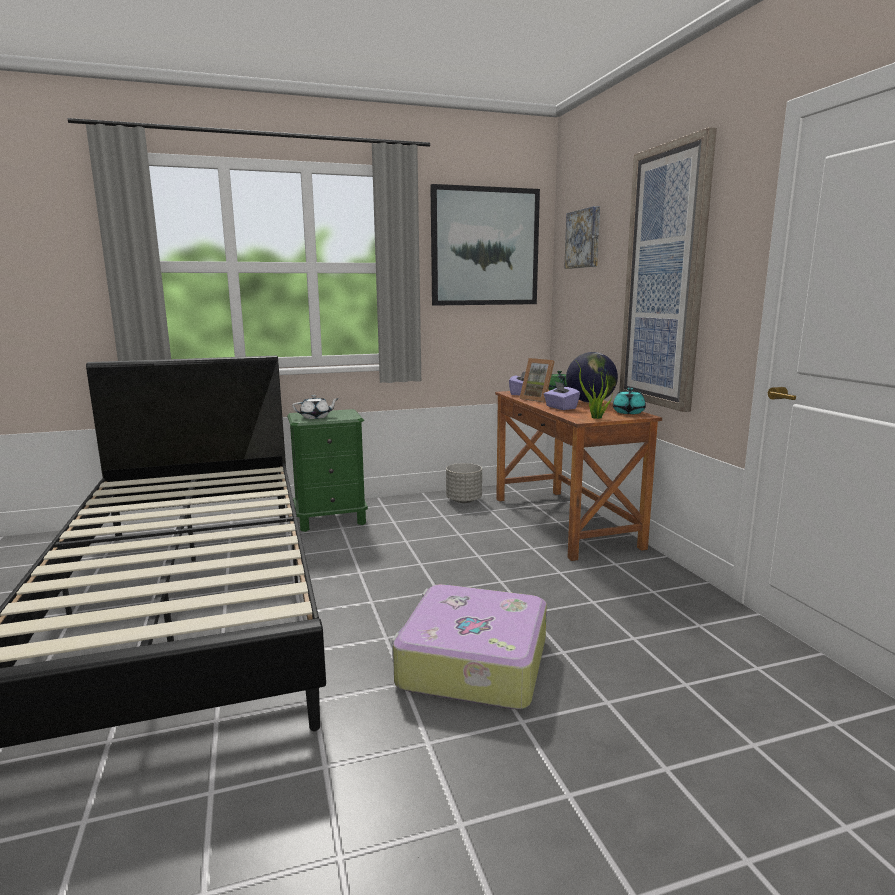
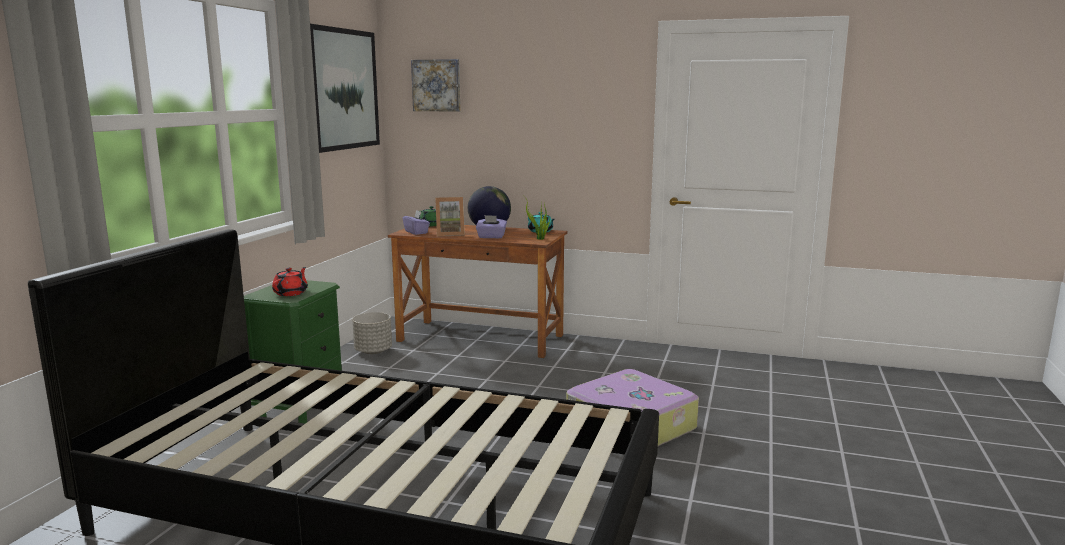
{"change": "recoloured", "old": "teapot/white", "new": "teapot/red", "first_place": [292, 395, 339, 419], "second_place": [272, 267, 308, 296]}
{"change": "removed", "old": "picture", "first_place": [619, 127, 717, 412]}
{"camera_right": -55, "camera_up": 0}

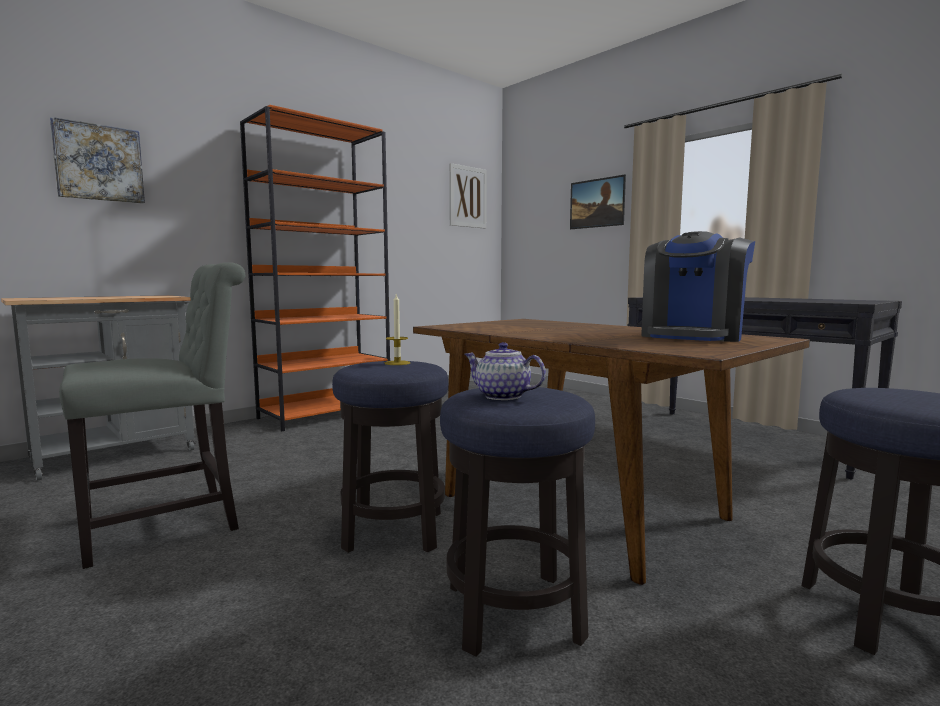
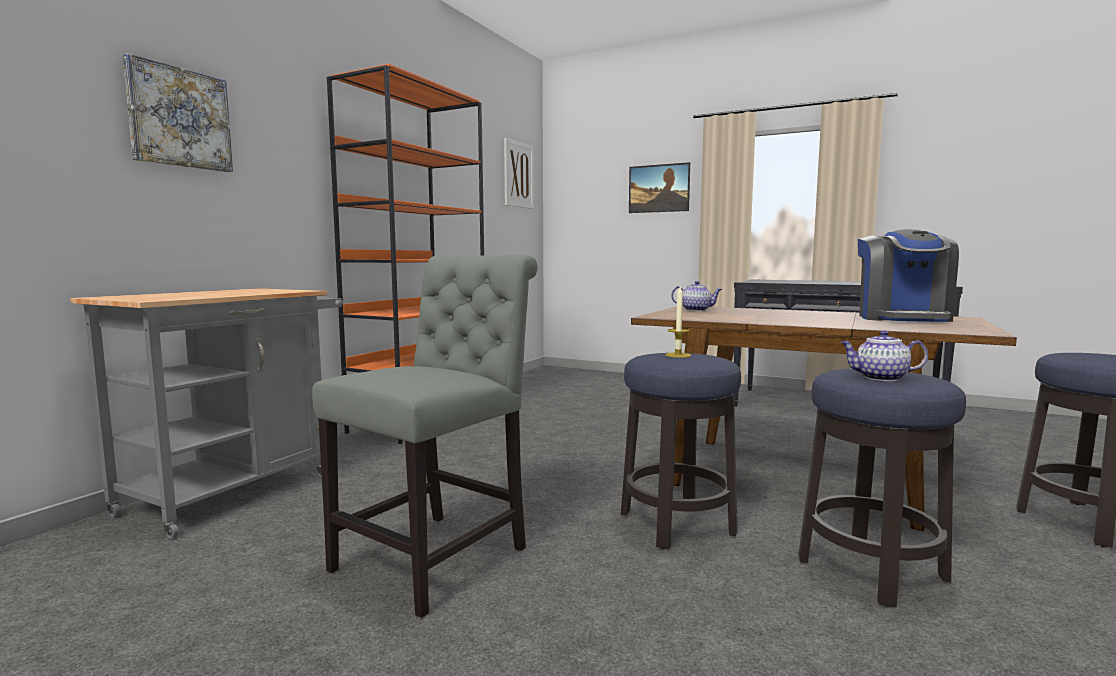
{"change": "added", "new": "teapot", "second_place": [671, 281, 722, 311]}
{"camera_right": -20, "camera_up": 0}

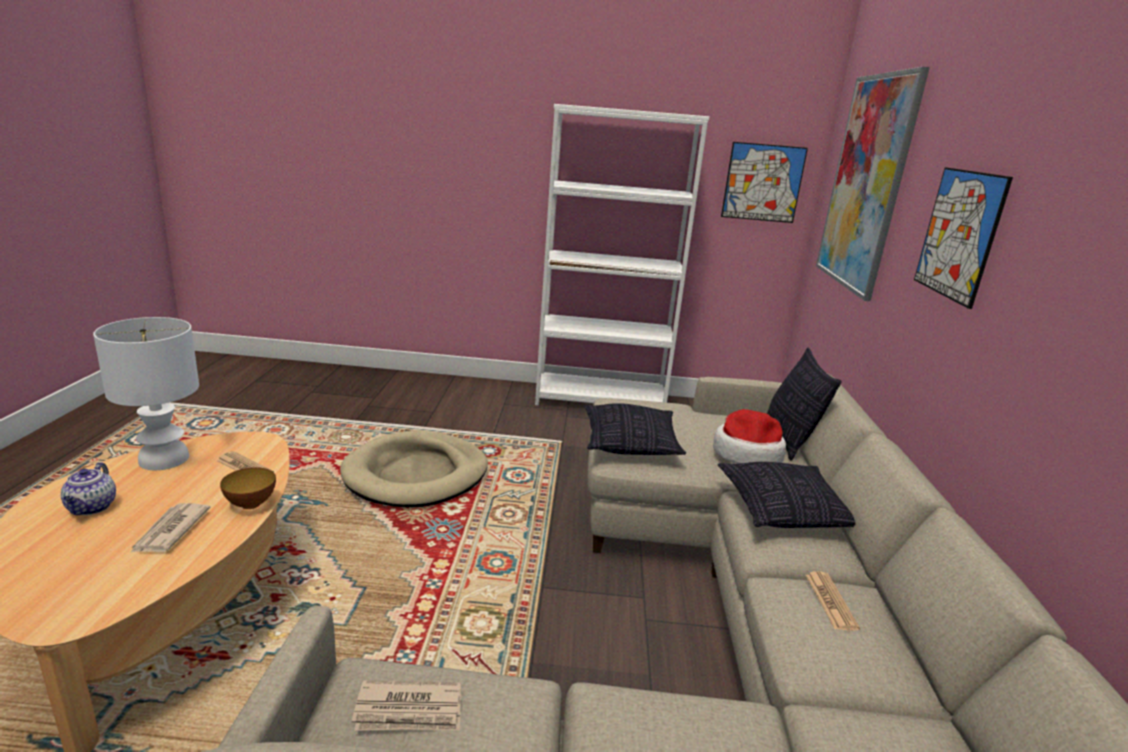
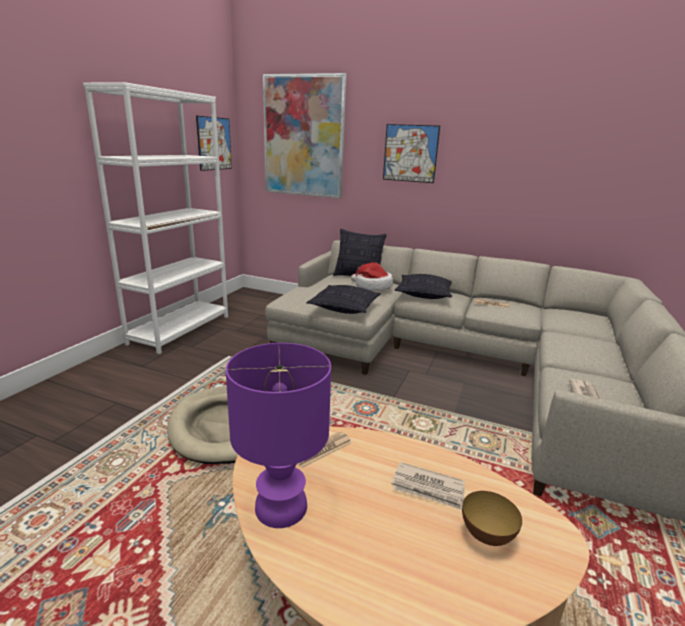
{"change": "recoloured", "old": "table lamp/white", "new": "table lamp/purple", "first_place": [93, 317, 199, 470], "second_place": [226, 343, 331, 528]}
{"change": "moved", "old": "bowl", "first_place": [220, 467, 276, 509], "second_place": [462, 491, 522, 546]}
{"change": "removed", "old": "teapot", "first_place": [61, 462, 116, 515]}
{"camera_right": -70, "camera_up": 0}

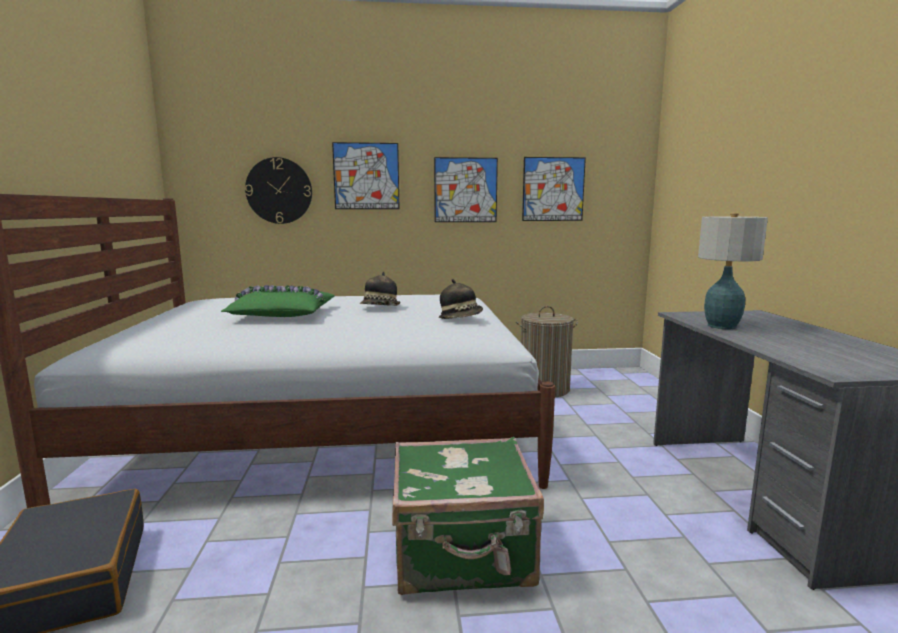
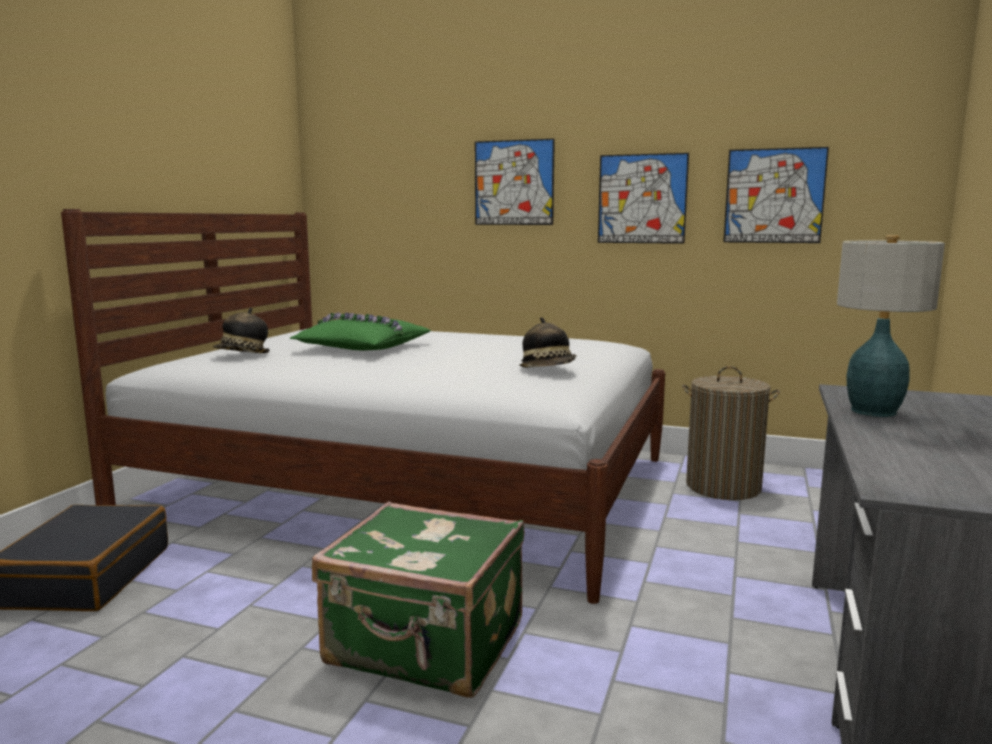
{"change": "moved", "old": "hat", "first_place": [360, 272, 400, 306], "second_place": [213, 308, 270, 353]}
{"change": "removed", "old": "wall clock", "first_place": [245, 157, 312, 224]}
{"camera_right": 25, "camera_up": 0}

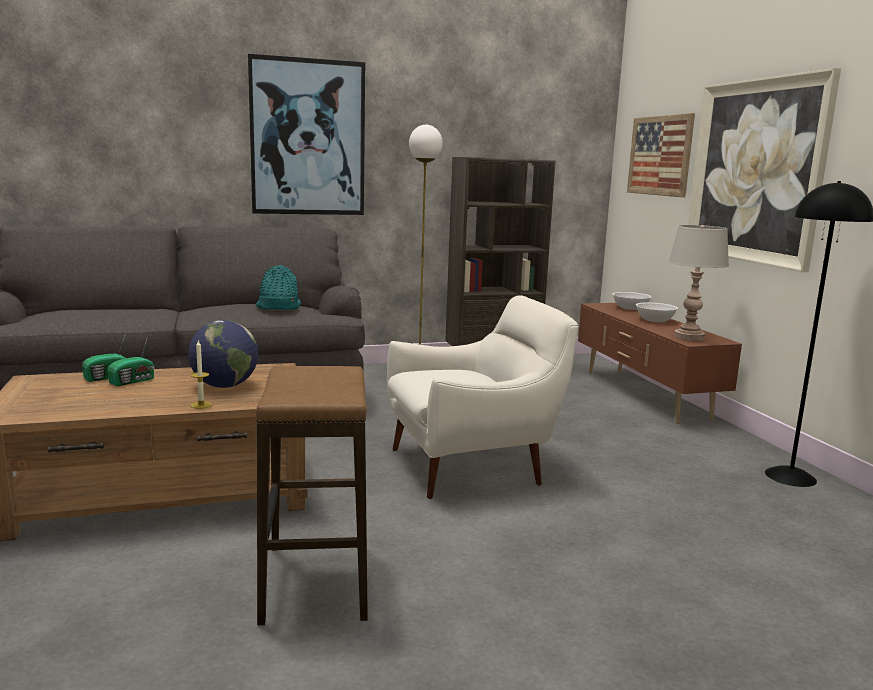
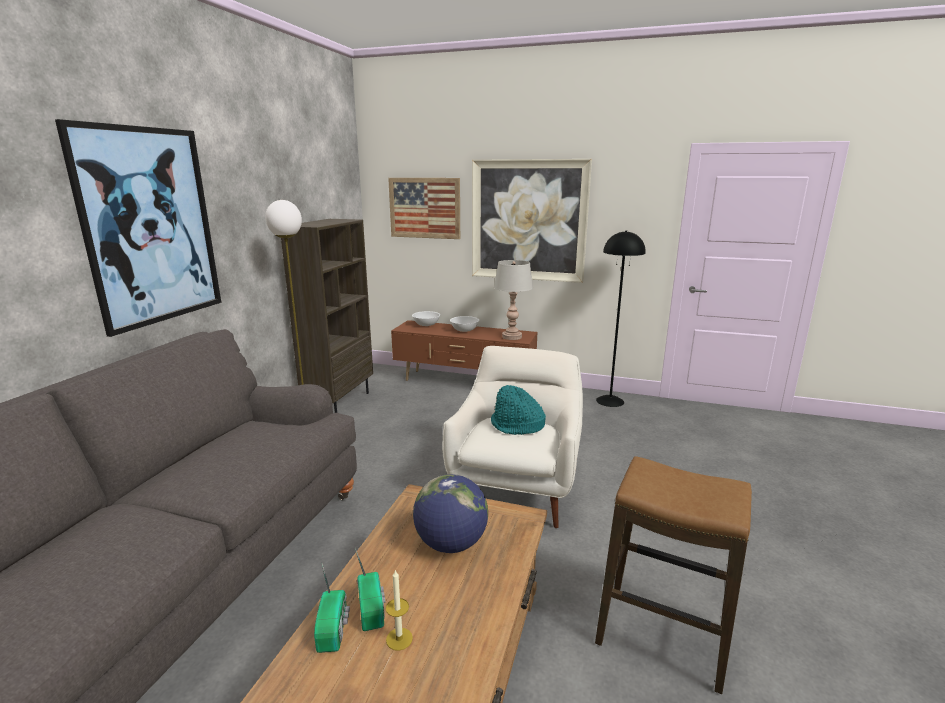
{"change": "moved", "old": "candle", "first_place": [191, 340, 212, 409], "second_place": [386, 570, 413, 651]}
{"change": "moved", "old": "hat/turquoise", "first_place": [256, 265, 301, 310], "second_place": [491, 385, 546, 435]}
{"camera_right": -55, "camera_up": 5}

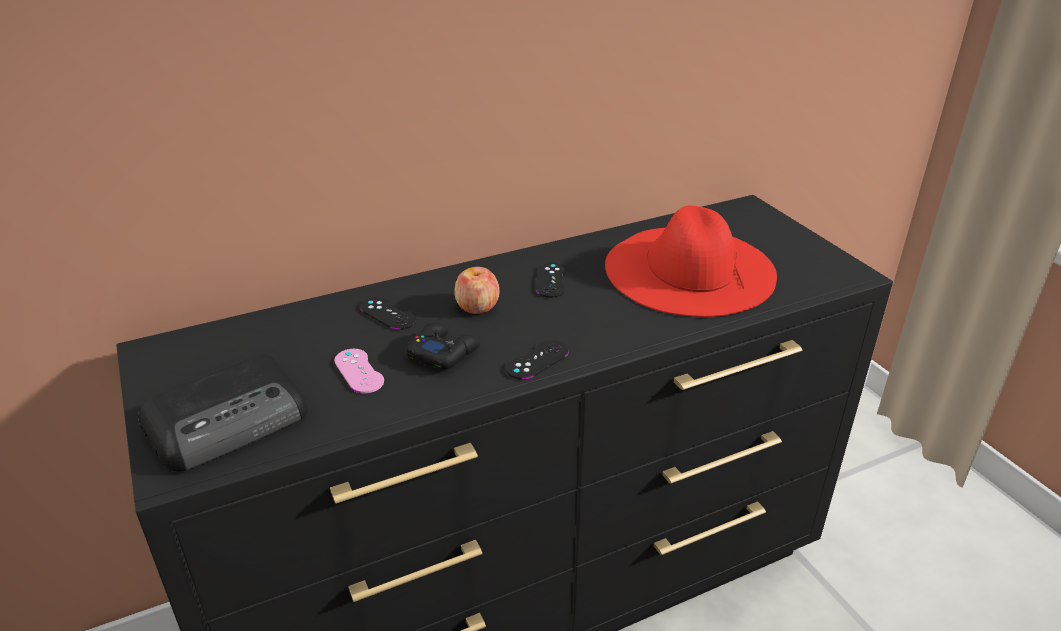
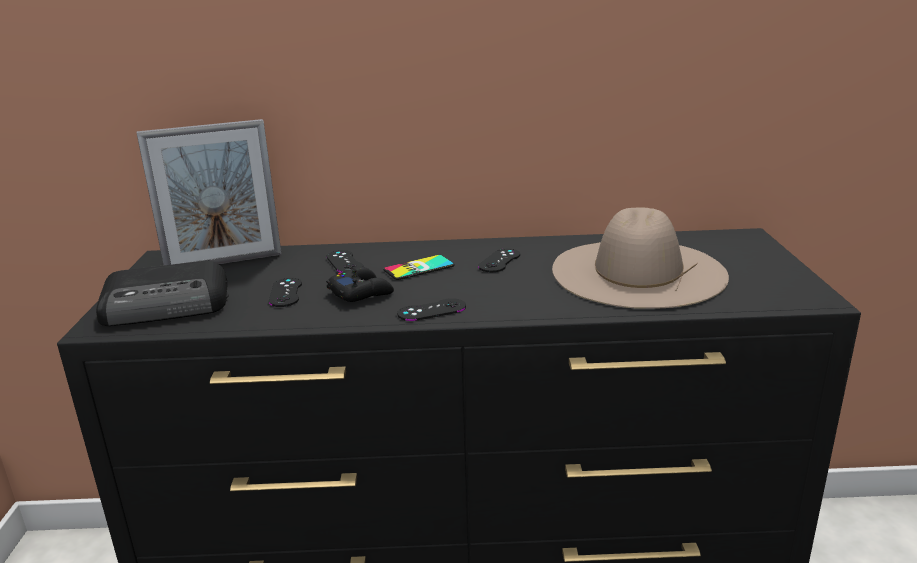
{"change": "added", "new": "picture frame", "second_place": [136, 119, 282, 265]}
{"change": "recoloured", "old": "game controller/pink", "new": "game controller/black", "first_place": [334, 349, 384, 394], "second_place": [269, 278, 302, 307]}
{"change": "replaced", "old": "apple", "new": "phone", "first_place": [454, 267, 499, 314], "second_place": [383, 255, 455, 280]}
{"change": "recoloured", "old": "hat/red", "new": "hat/beige", "first_place": [605, 206, 777, 317], "second_place": [552, 208, 729, 309]}
{"camera_right": 25, "camera_up": -10}

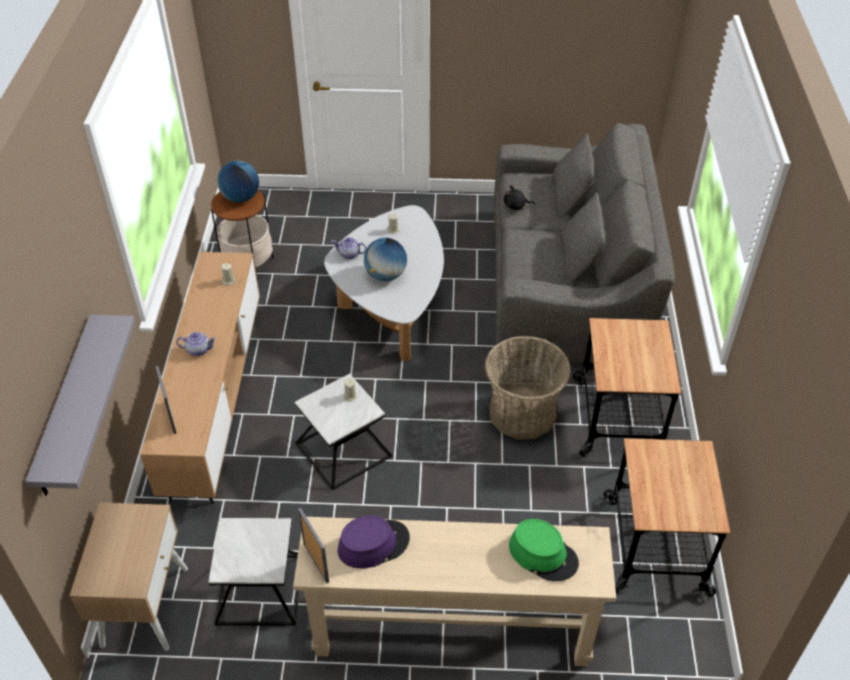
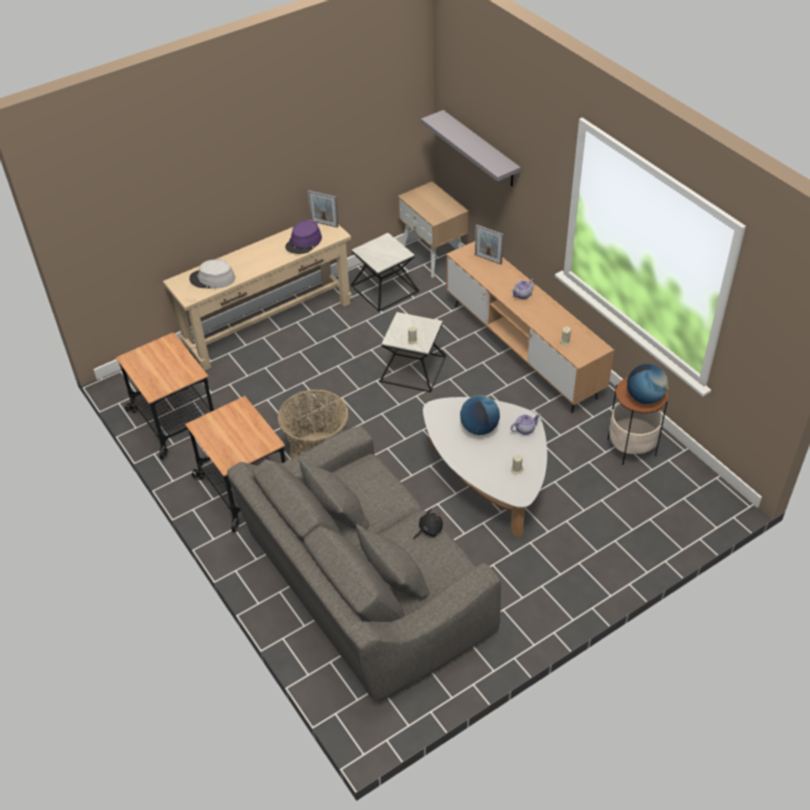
{"change": "recoloured", "old": "hat/green", "new": "hat/grey", "first_place": [509, 519, 579, 581], "second_place": [189, 259, 235, 289]}
{"camera_right": 145, "camera_up": 0}

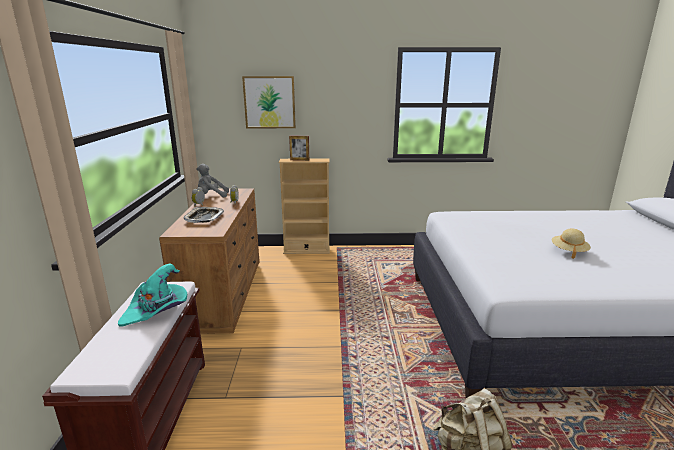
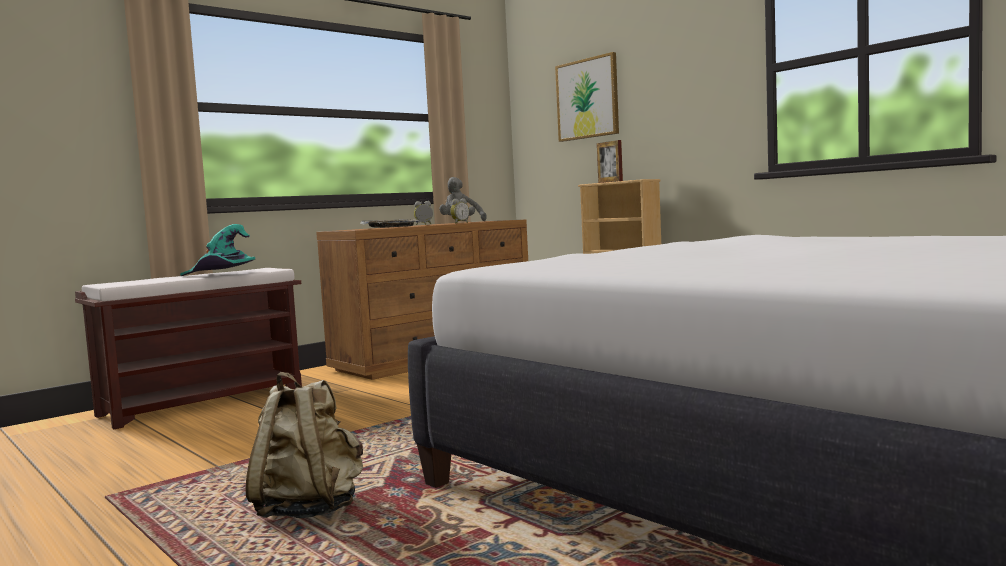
{"change": "removed", "old": "hat/beige", "first_place": [552, 228, 591, 259]}
{"camera_right": 50, "camera_up": -15}

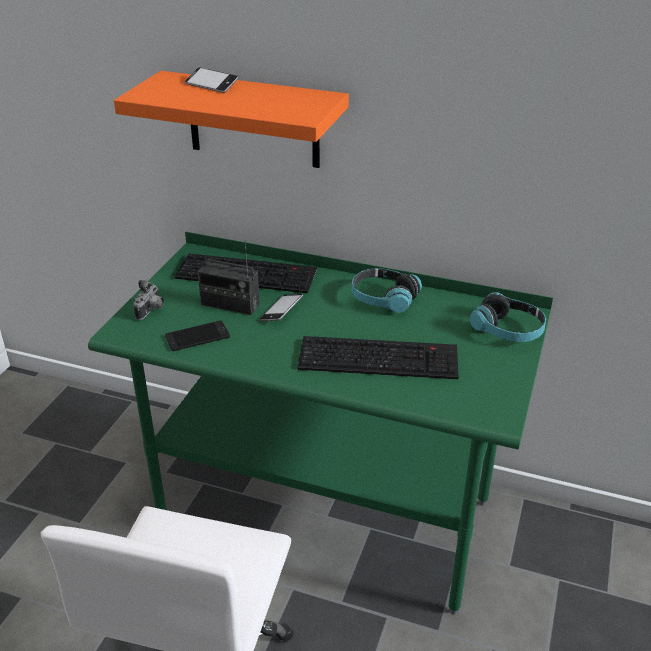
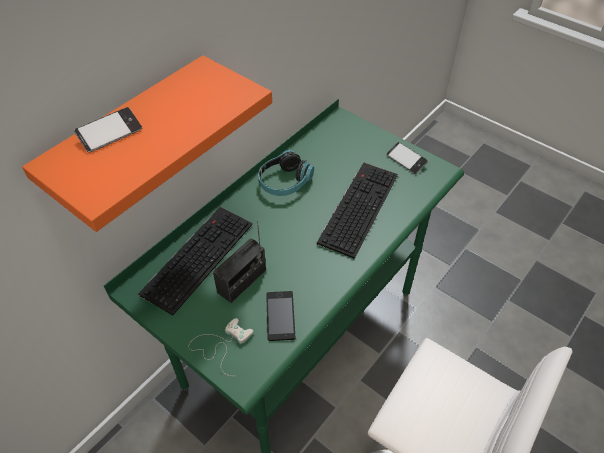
{"change": "replaced", "old": "photo camera", "new": "game controller/white", "first_place": [133, 280, 164, 320], "second_place": [188, 318, 254, 376]}
{"change": "moved", "old": "phone", "first_place": [260, 294, 303, 321], "second_place": [387, 142, 428, 174]}
{"change": "removed", "old": "headphones", "first_place": [470, 292, 546, 342]}
{"camera_right": -70, "camera_up": 15}

